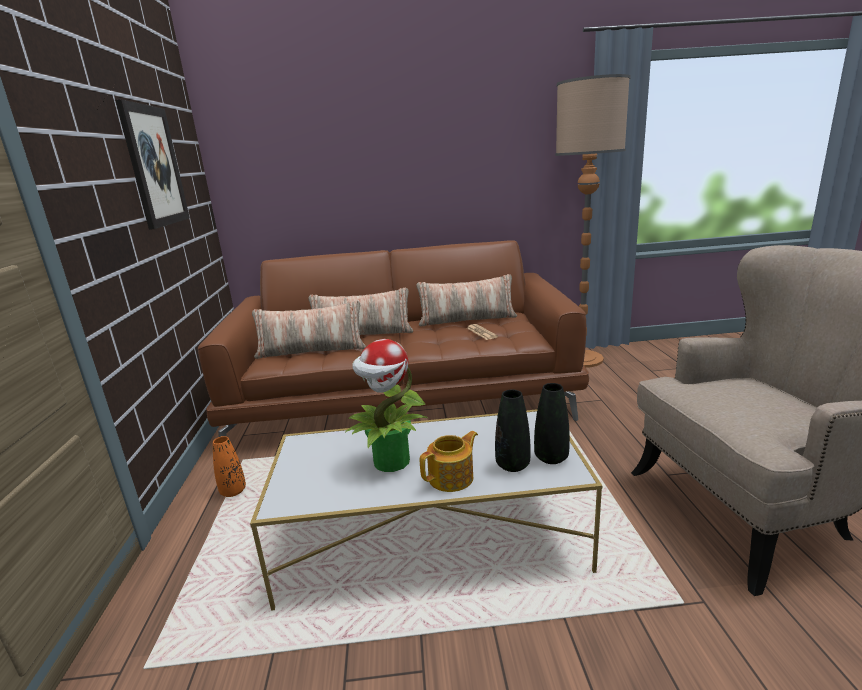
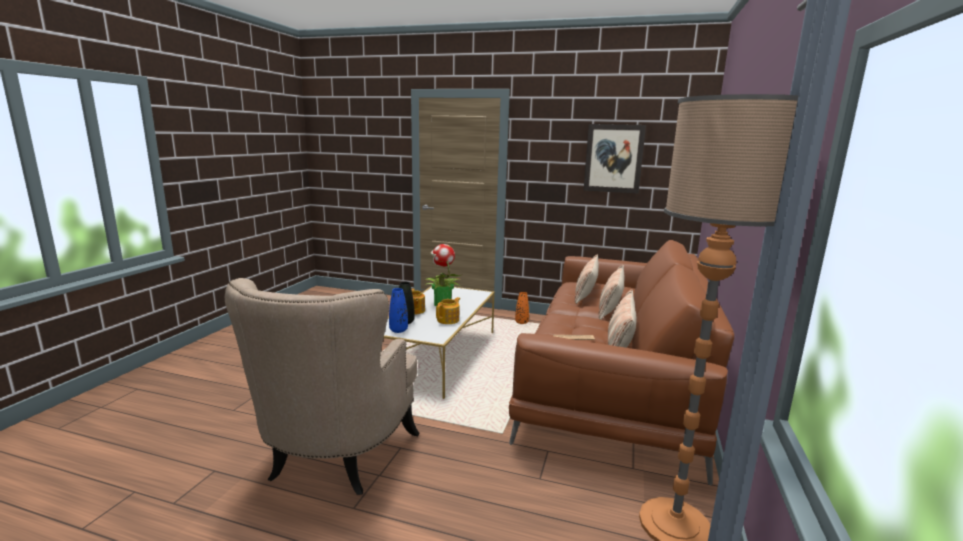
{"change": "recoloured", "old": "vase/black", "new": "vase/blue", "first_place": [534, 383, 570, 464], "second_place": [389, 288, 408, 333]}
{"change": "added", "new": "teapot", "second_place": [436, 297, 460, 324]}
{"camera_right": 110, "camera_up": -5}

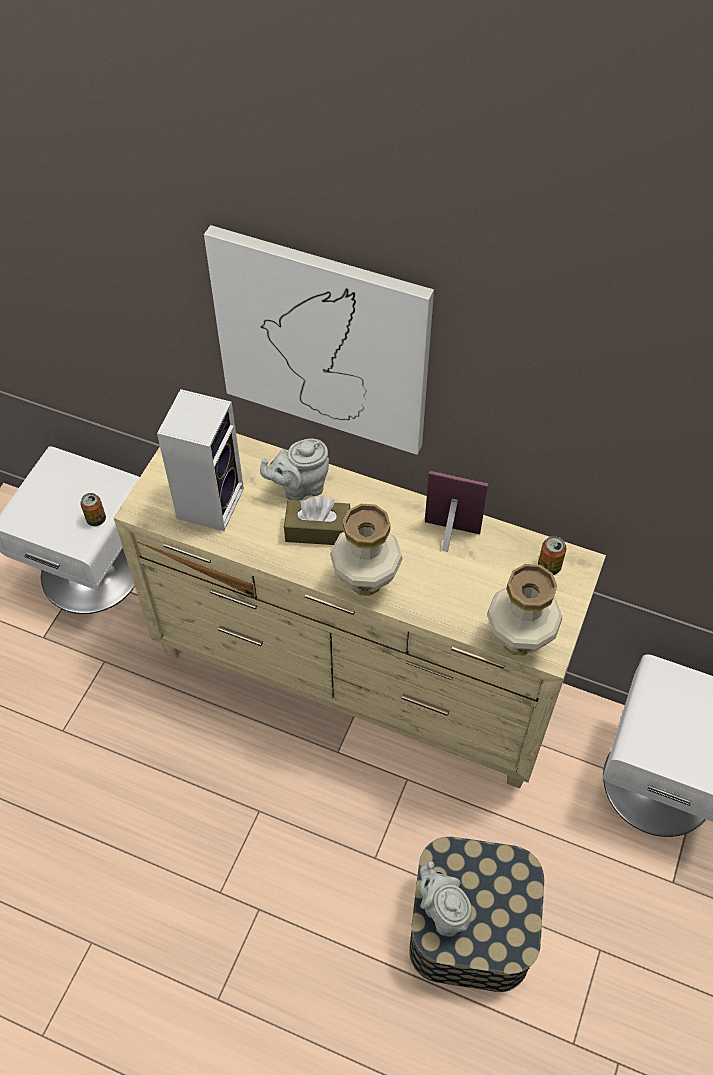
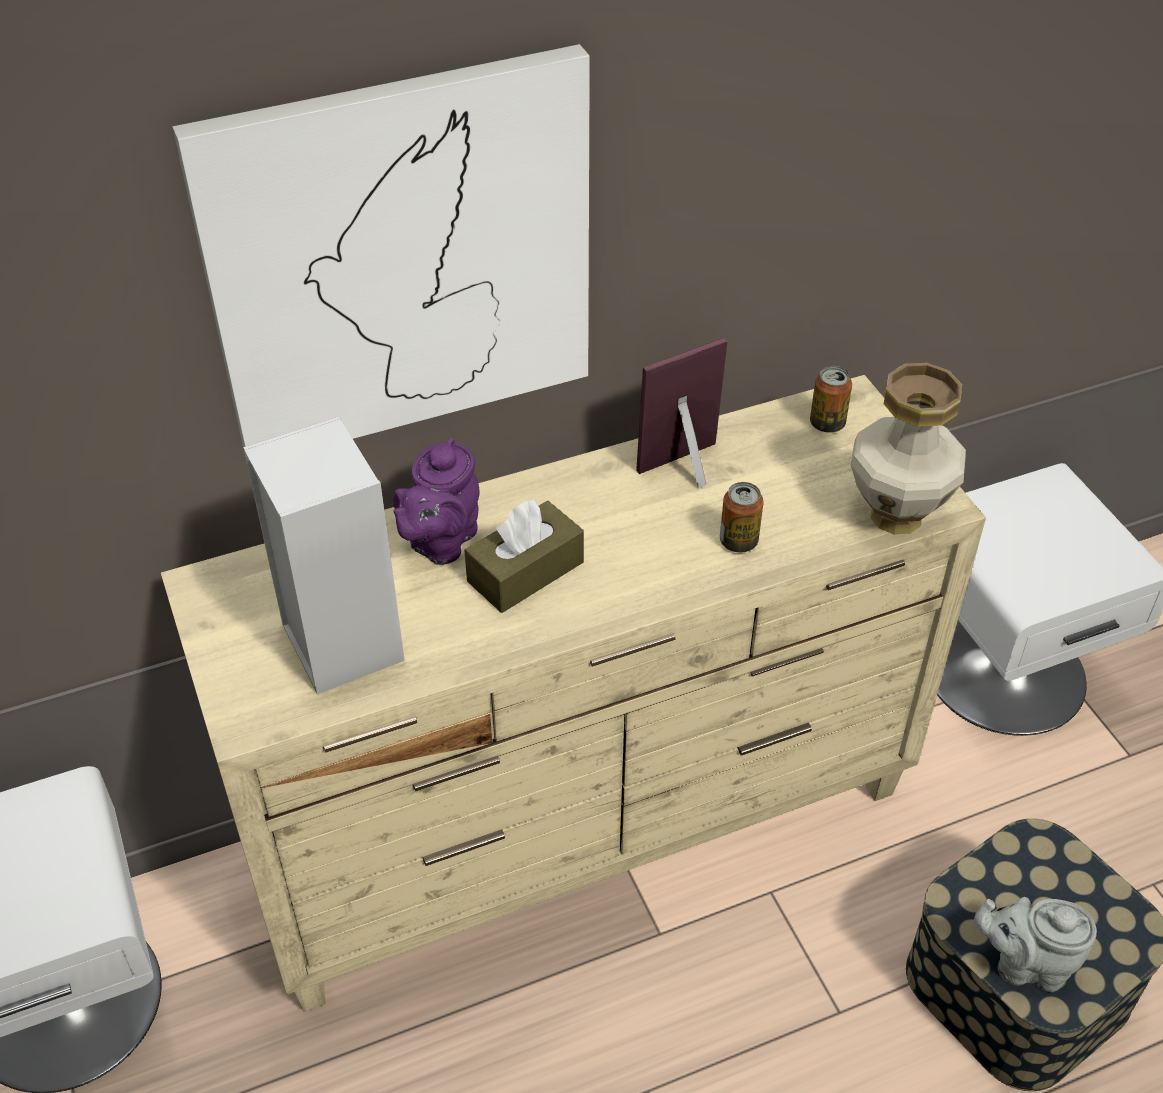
{"change": "recoloured", "old": "teapot/grey", "new": "teapot/purple", "first_place": [260, 438, 329, 500], "second_place": [393, 438, 480, 565]}
{"change": "moved", "old": "can", "first_place": [80, 493, 106, 526], "second_place": [720, 482, 764, 552]}
{"change": "removed", "old": "vase", "first_place": [330, 504, 403, 596]}
{"camera_right": -45, "camera_up": -10}

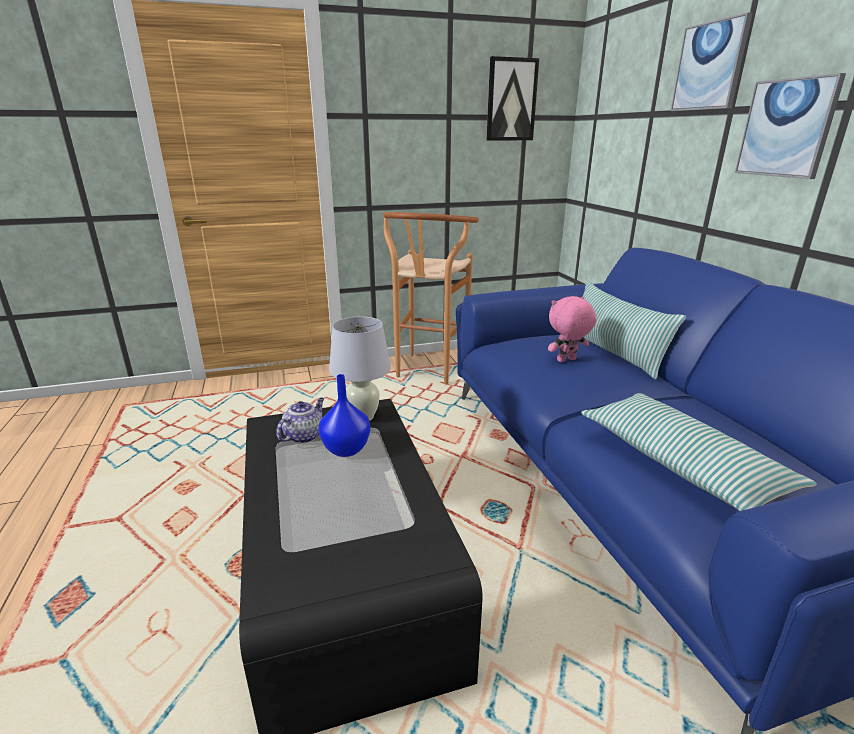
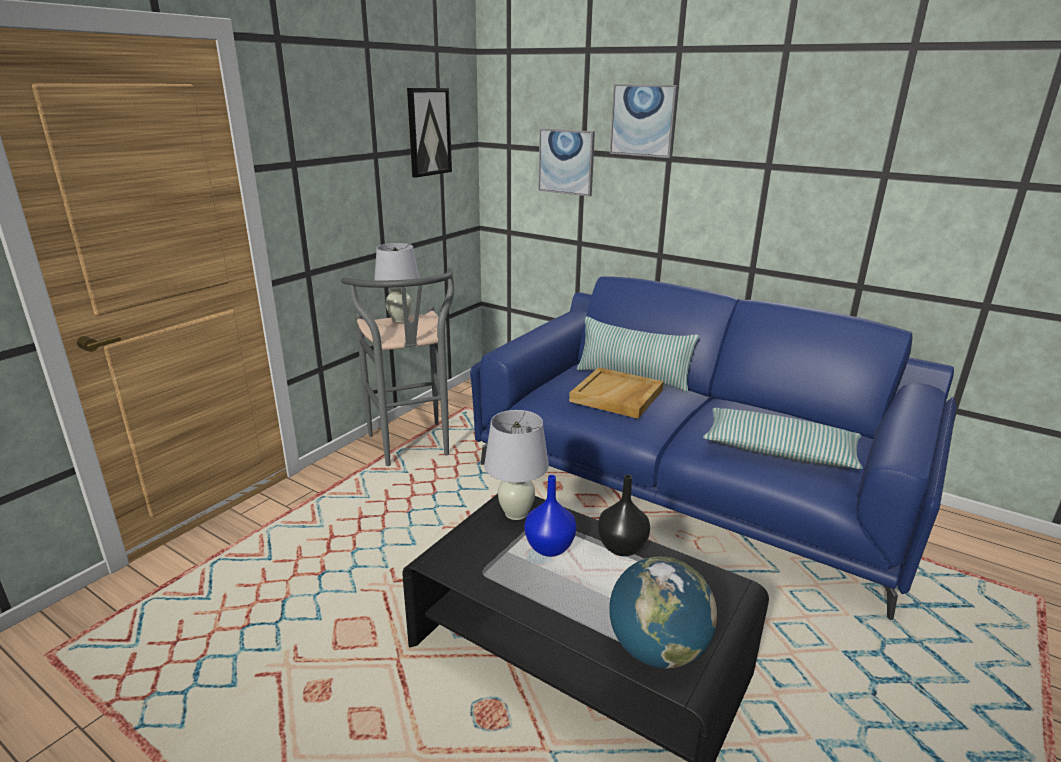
{"change": "recoloured", "old": "stool/brown", "new": "stool/grey", "first_place": [383, 212, 478, 384], "second_place": [341, 268, 454, 466]}
{"change": "added", "new": "table lamp/white", "second_place": [374, 243, 420, 322]}
{"change": "moved", "old": "picture", "first_place": [735, 73, 846, 179], "second_place": [539, 128, 595, 197]}
{"change": "replaced", "old": "plush toy/pink", "new": "tray/beige", "first_place": [548, 296, 597, 362], "second_place": [569, 367, 664, 419]}
{"change": "added", "new": "vase/black", "second_place": [598, 475, 650, 556]}
{"change": "added", "new": "globe", "second_place": [609, 557, 717, 669]}
{"change": "removed", "old": "teapot", "first_place": [276, 398, 324, 443]}
{"camera_right": -40, "camera_up": 0}

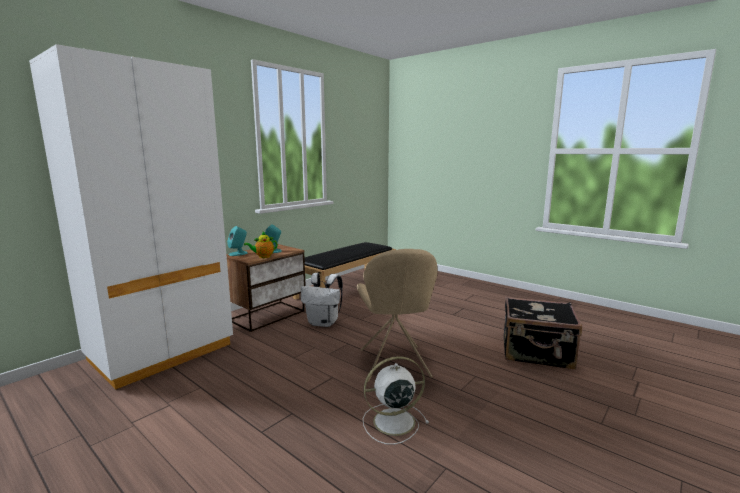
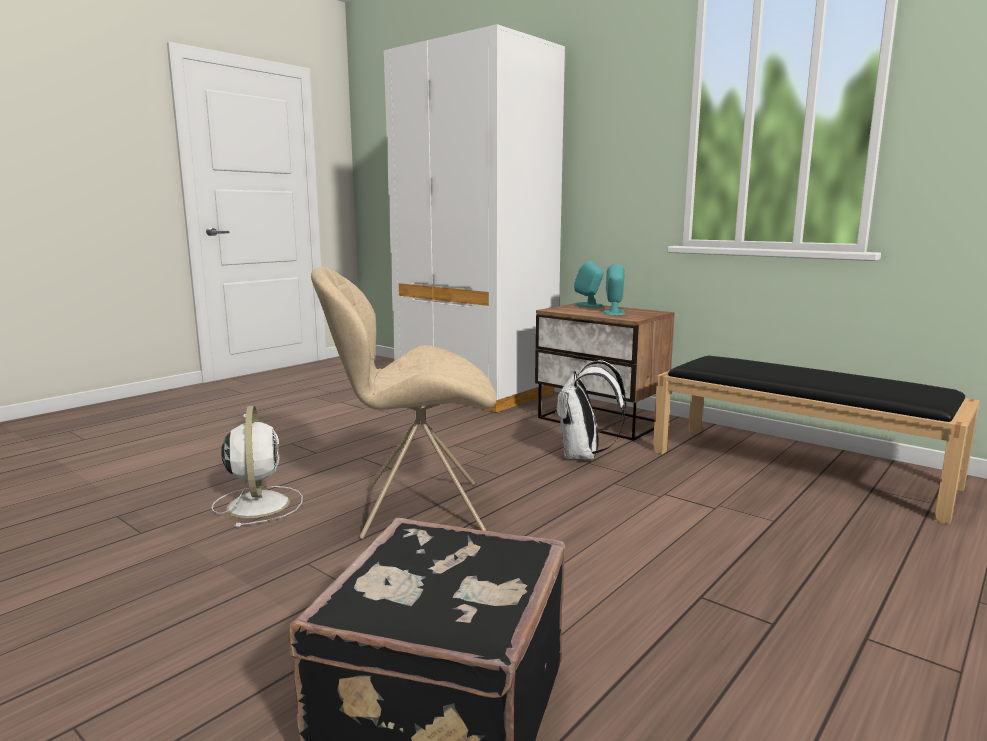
{"change": "removed", "old": "teapot", "first_place": [244, 231, 277, 258]}
{"camera_right": 90, "camera_up": 0}

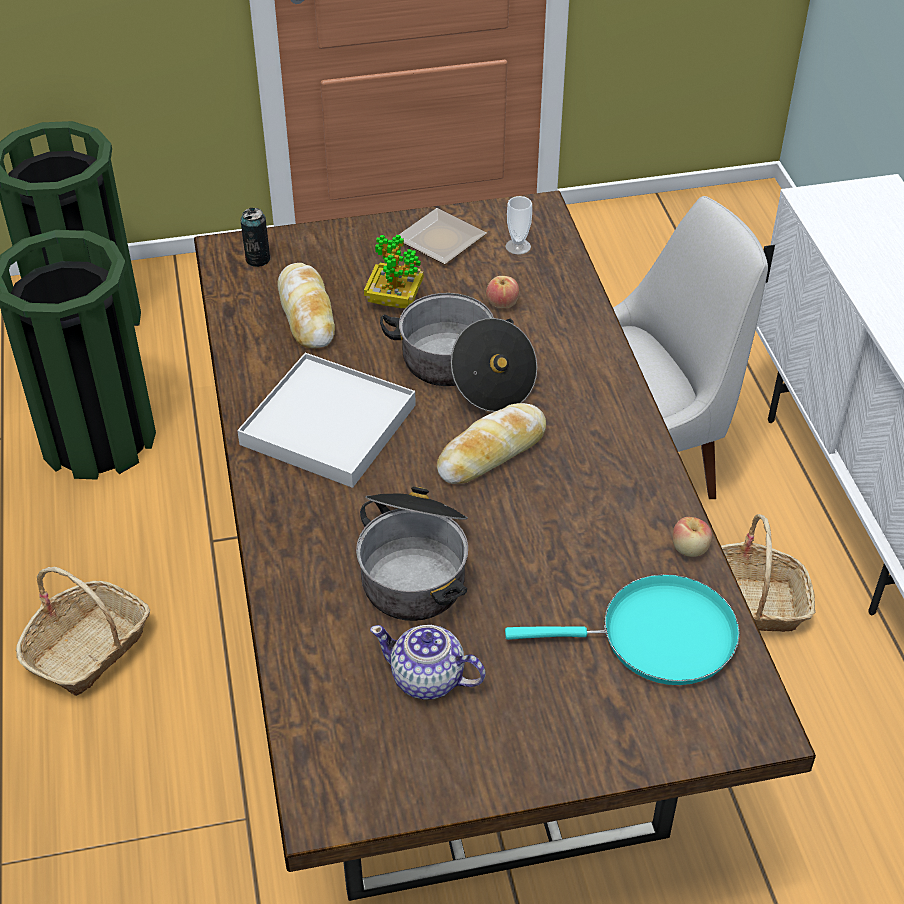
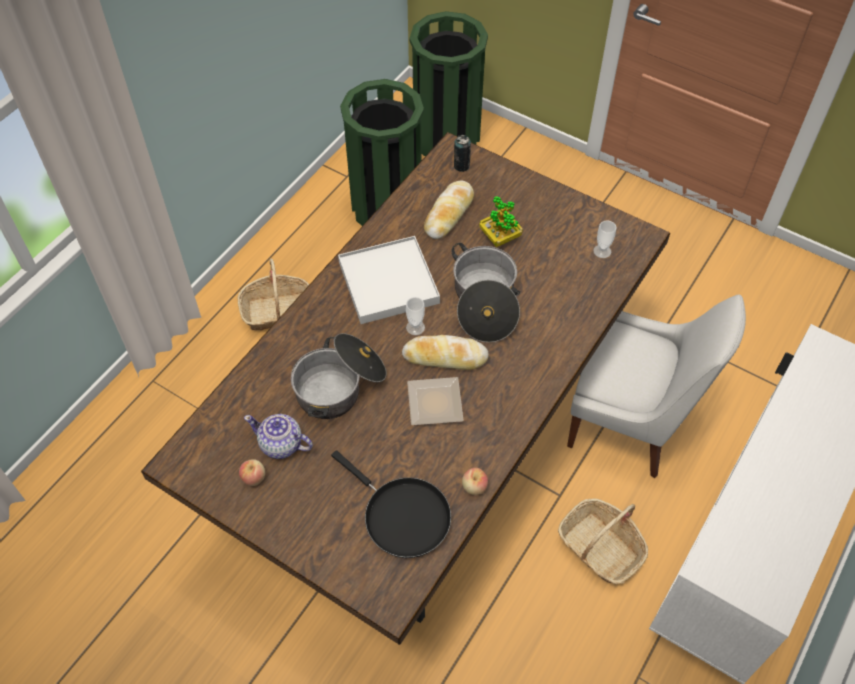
{"change": "moved", "old": "apple", "first_place": [486, 276, 519, 308], "second_place": [239, 459, 265, 486]}
{"change": "turned", "old": "teapot", "first_place": [370, 625, 486, 700], "second_place": [244, 414, 313, 459], "degrees": -45}
{"change": "recoloured", "old": "frying pan/turquoise", "new": "frying pan/black", "first_place": [505, 574, 740, 685], "second_place": [331, 450, 451, 558]}
{"change": "added", "new": "cup", "second_place": [406, 297, 425, 335]}
{"change": "moved", "old": "plate", "first_place": [399, 208, 487, 264], "second_place": [407, 377, 464, 425]}
{"camera_right": 45, "camera_up": 10}

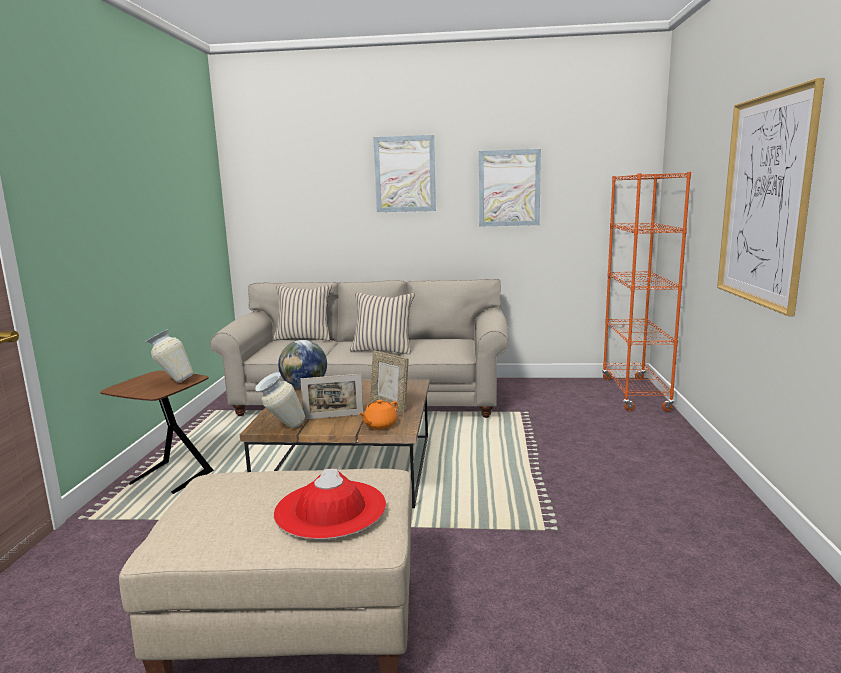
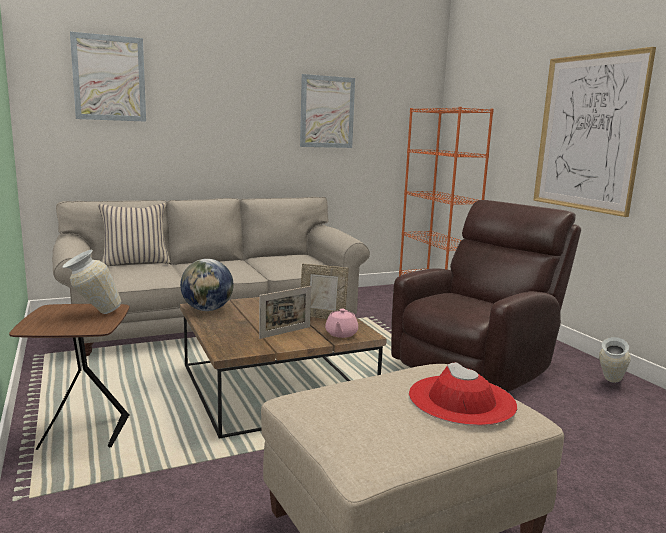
{"change": "moved", "old": "picture", "first_place": [373, 135, 436, 212], "second_place": [70, 32, 146, 122]}
{"change": "recoloured", "old": "teapot/orange", "new": "teapot/pink", "first_place": [359, 400, 398, 429], "second_place": [325, 309, 358, 338]}
{"change": "added", "new": "armchair/brown", "second_place": [391, 200, 581, 392]}
{"change": "moved", "old": "vase", "first_place": [255, 372, 305, 428], "second_place": [599, 337, 631, 383]}
{"change": "removed", "old": "pillow/beige", "first_place": [350, 292, 415, 355]}
{"camera_right": -30, "camera_up": 0}

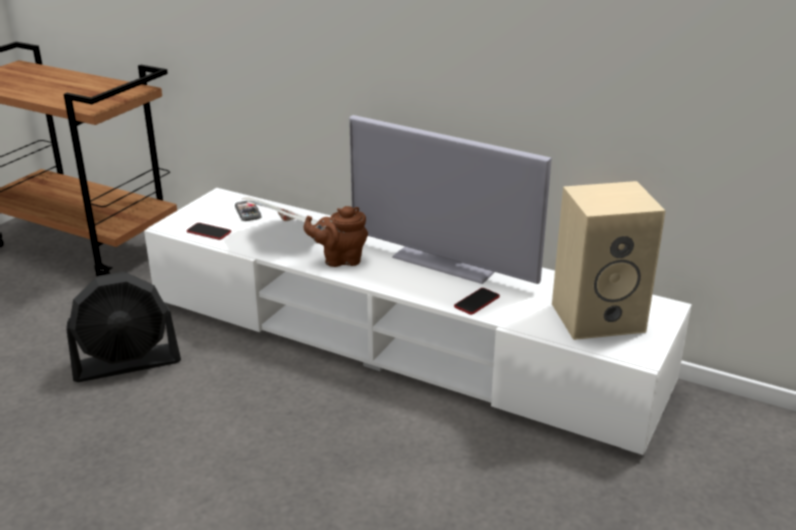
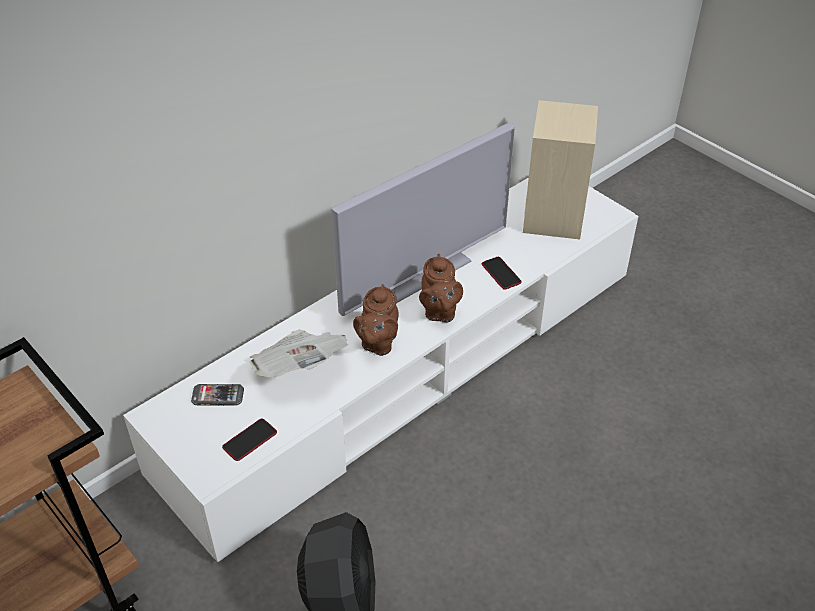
{"change": "added", "new": "teapot/brown", "second_place": [419, 254, 463, 322]}
{"camera_right": -70, "camera_up": 15}

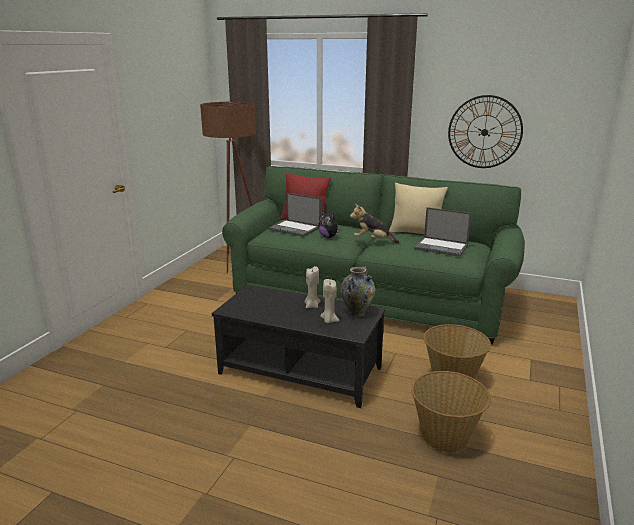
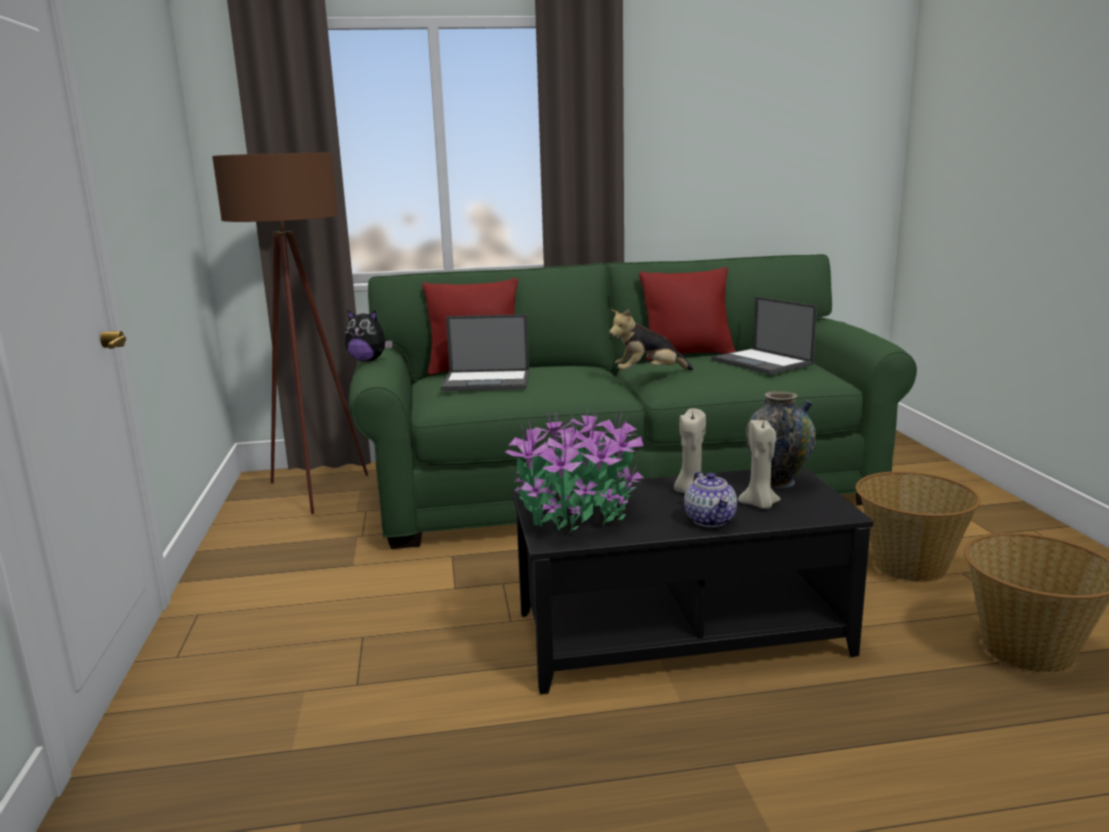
{"change": "moved", "old": "plush toy", "first_place": [318, 210, 341, 238], "second_place": [344, 310, 393, 361]}
{"change": "added", "new": "potted plant", "second_place": [506, 404, 644, 531]}
{"change": "recoloured", "old": "pillow/beige", "new": "pillow/red", "first_place": [389, 183, 448, 234], "second_place": [639, 267, 736, 361]}
{"change": "added", "new": "teapot", "second_place": [684, 471, 737, 527]}
{"change": "turned", "old": "laptop", "first_place": [414, 207, 472, 257], "second_place": [712, 297, 817, 375], "degrees": 60}
{"change": "removed", "old": "wall clock", "first_place": [448, 95, 523, 168]}
{"camera_right": -30, "camera_up": -5}

